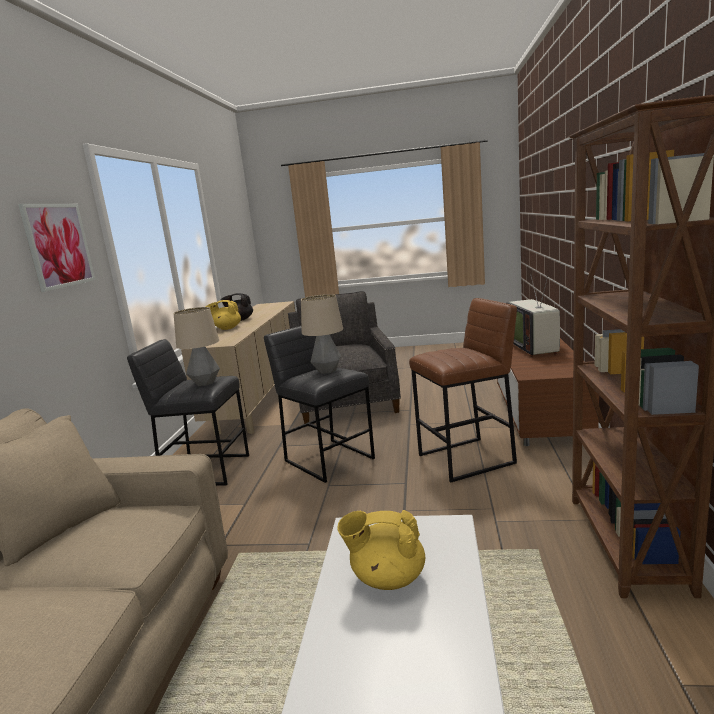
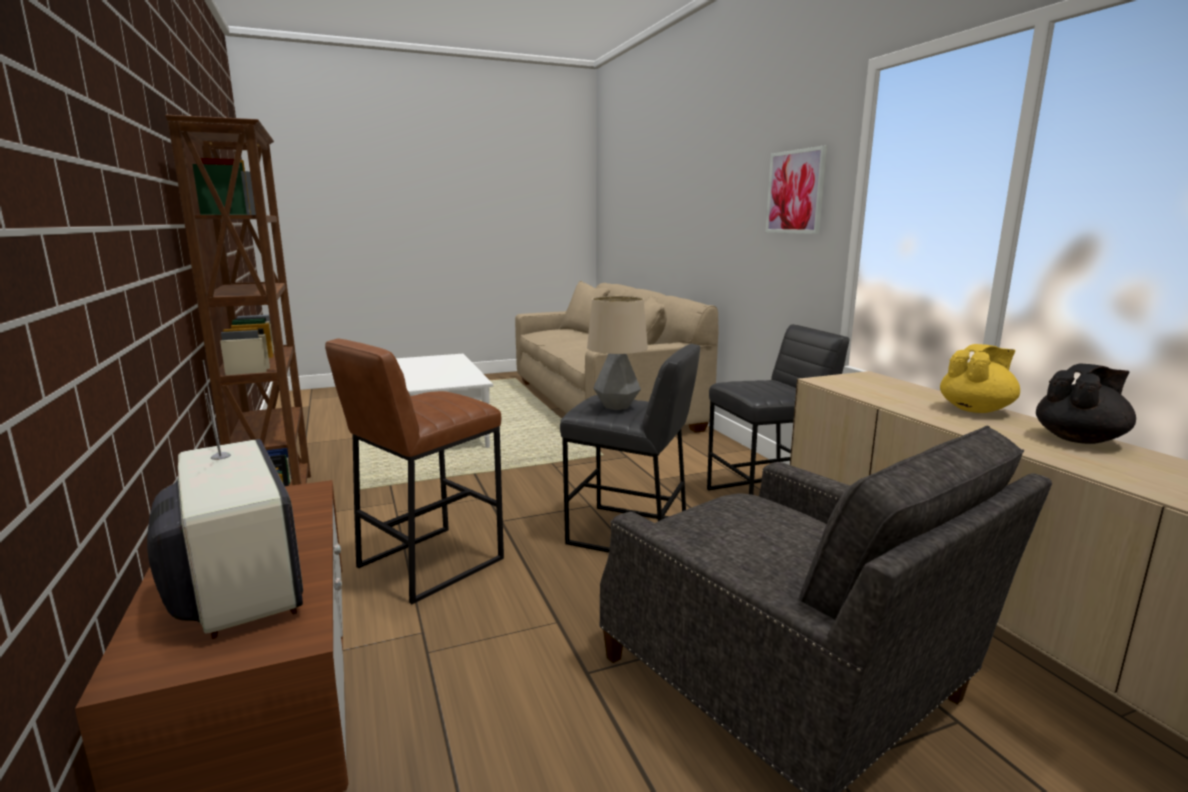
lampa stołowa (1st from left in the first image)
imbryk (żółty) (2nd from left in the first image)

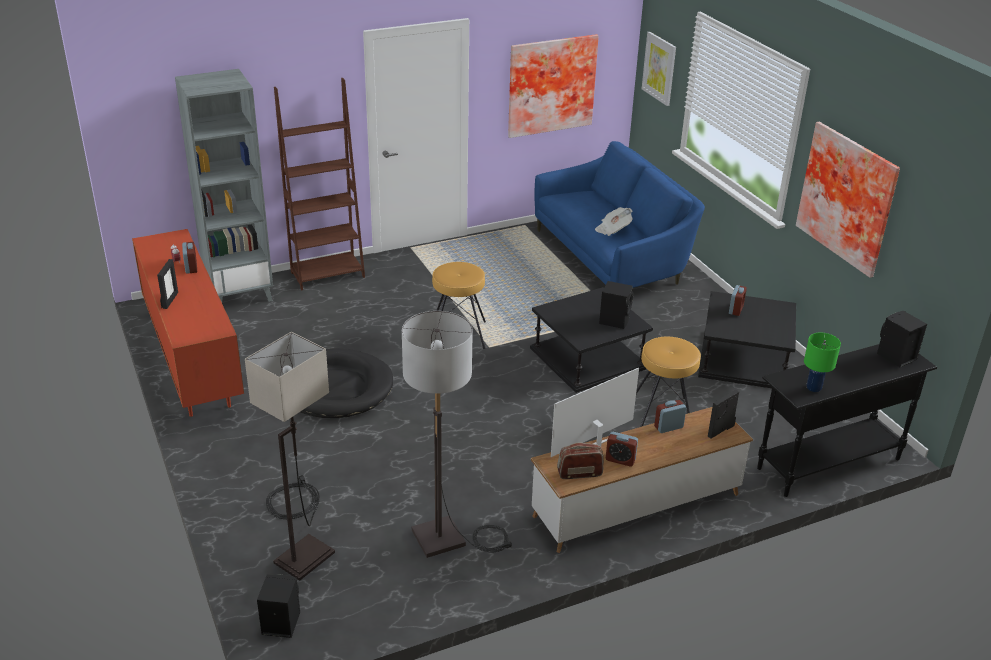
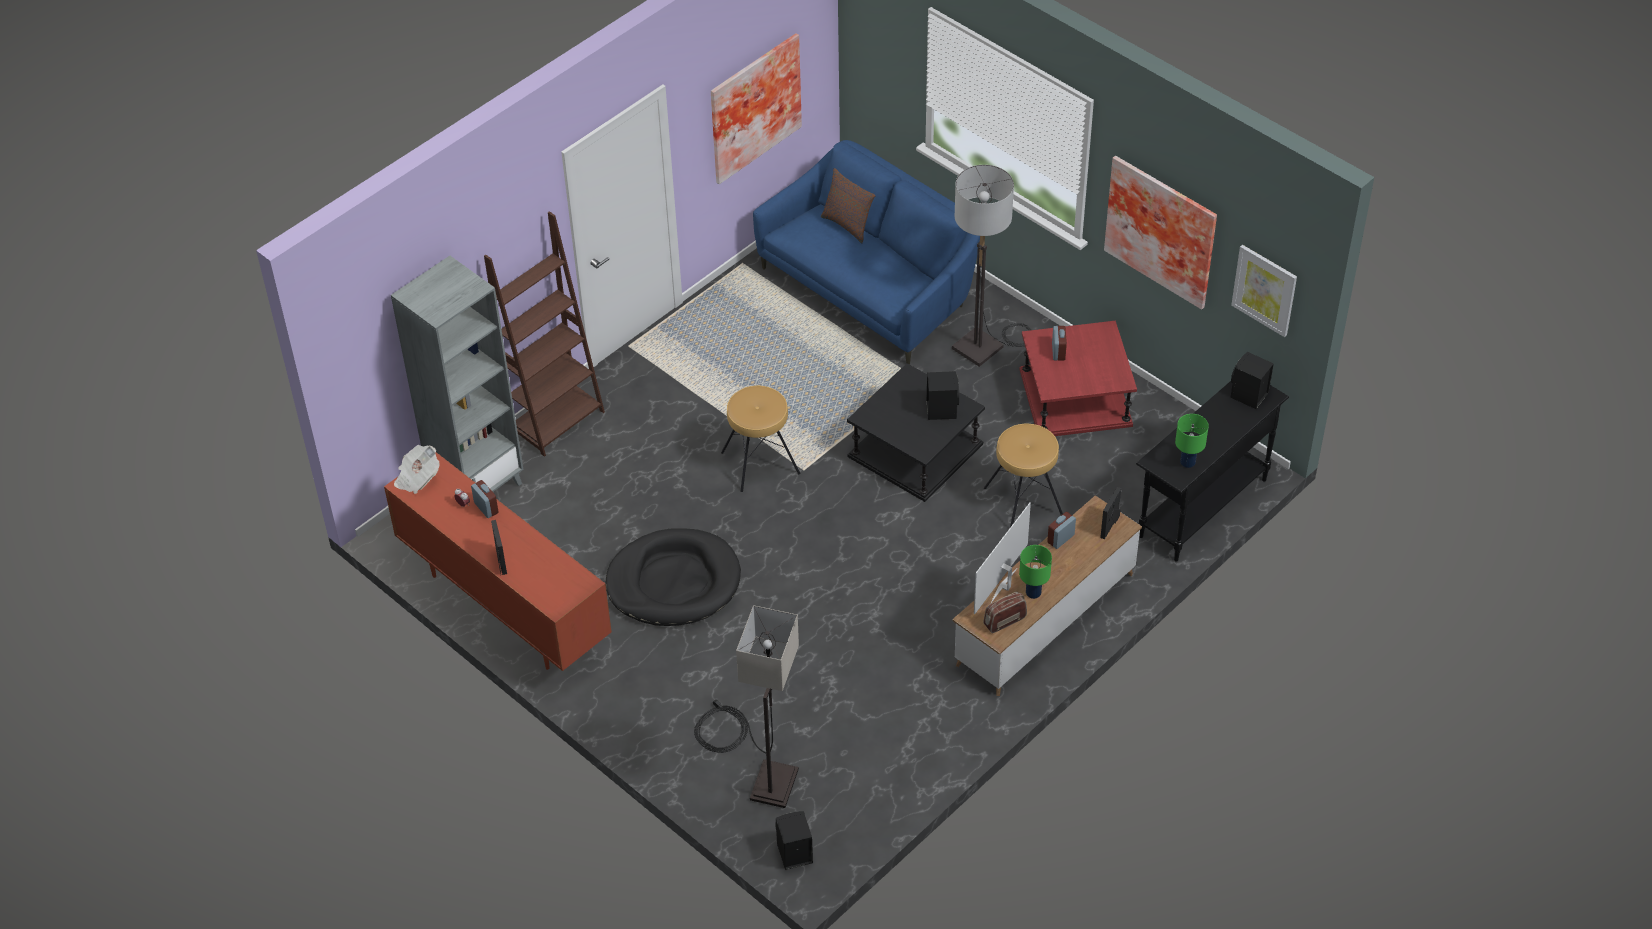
gazeta
poduszka (brązowy)
lampa stojąca (2nd from left)
lampa stołowa (zielony) (1st from left)
stolik (czerwony)
obraz (3rd from left)

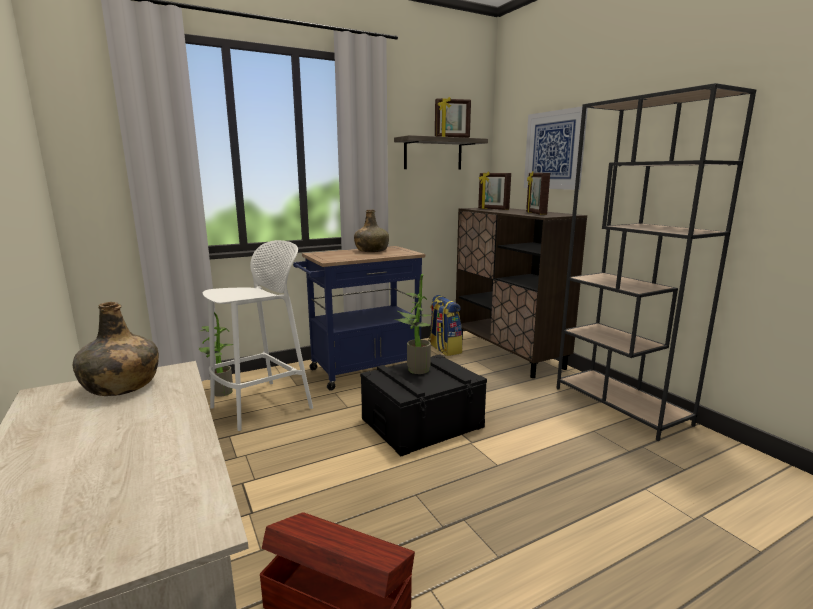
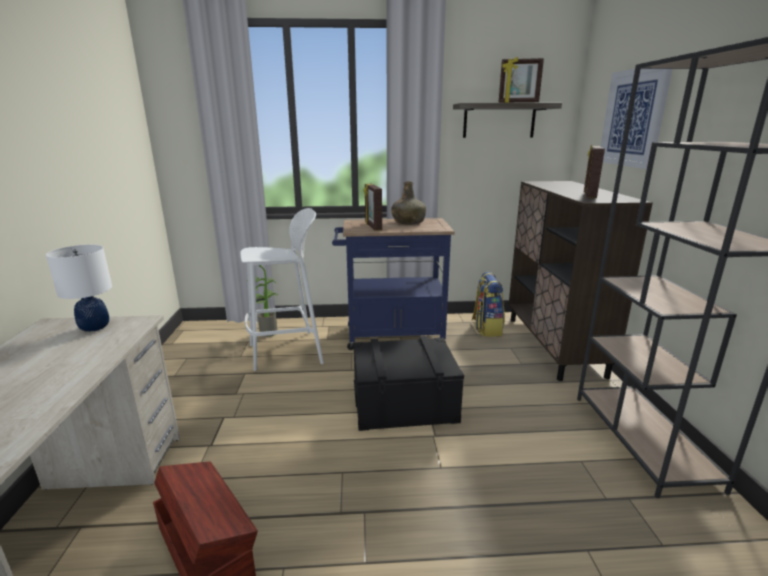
lampa stołowa (biały)
ramka na zdjęcie (1st from left)
roślina doniczkowa (2nd from left in the first image)

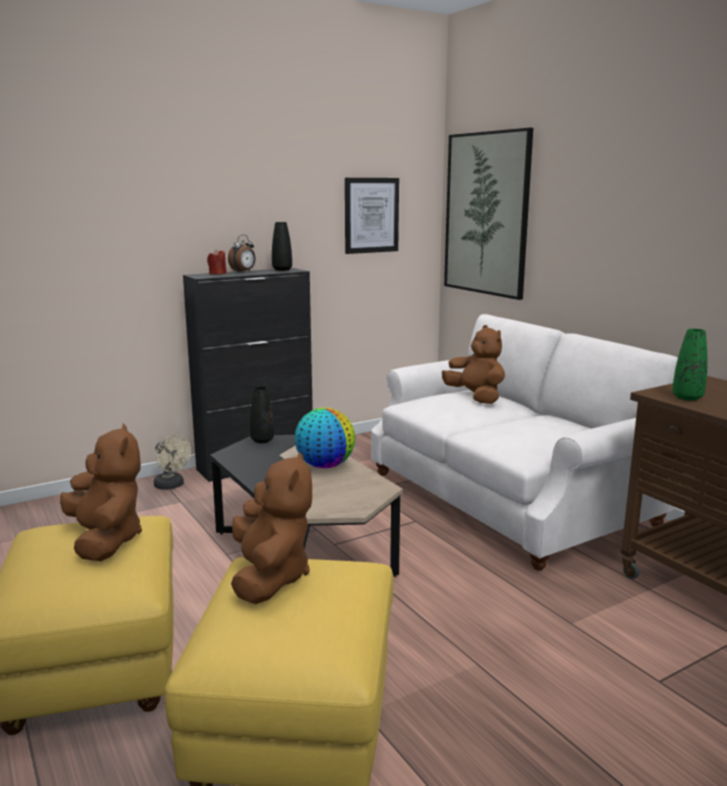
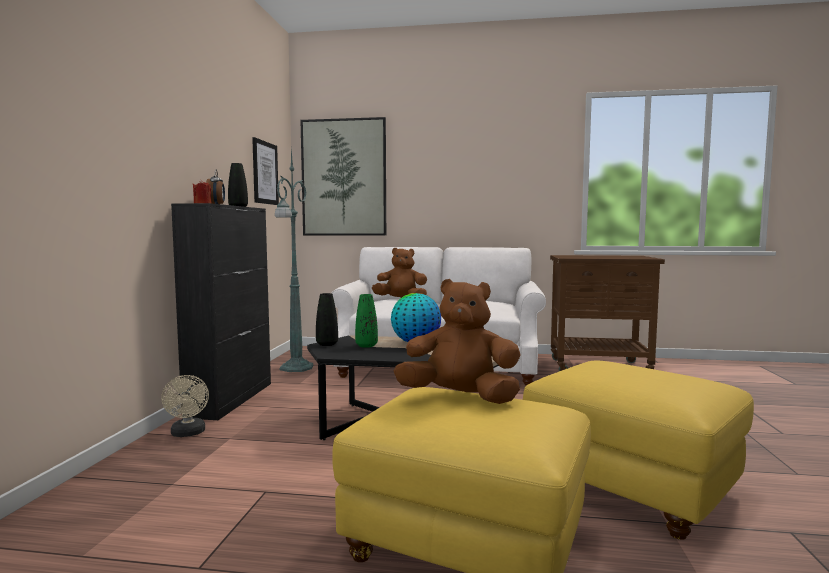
wentylator (beżowy)
lampa stojąca (zielony)
wazon (zielony)
pluszak (brązowy) (2nd from left in the first image)

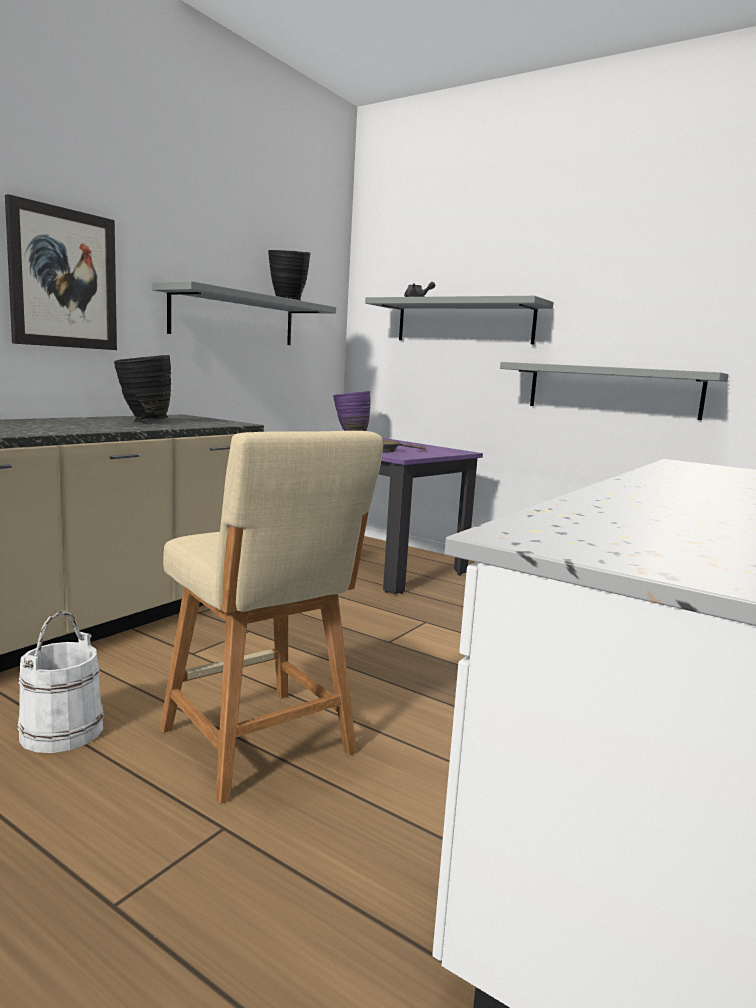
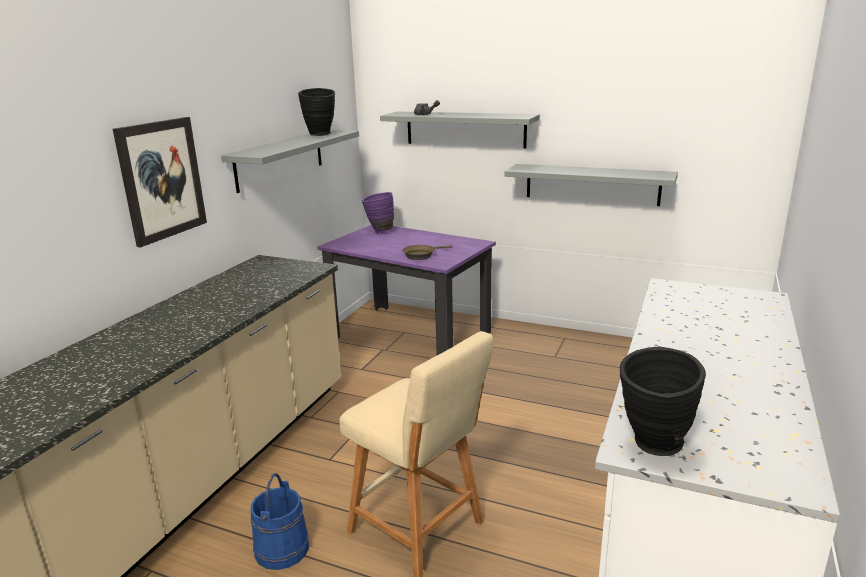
wiadro (niebieski)
wazon (czarny) (2nd from left)

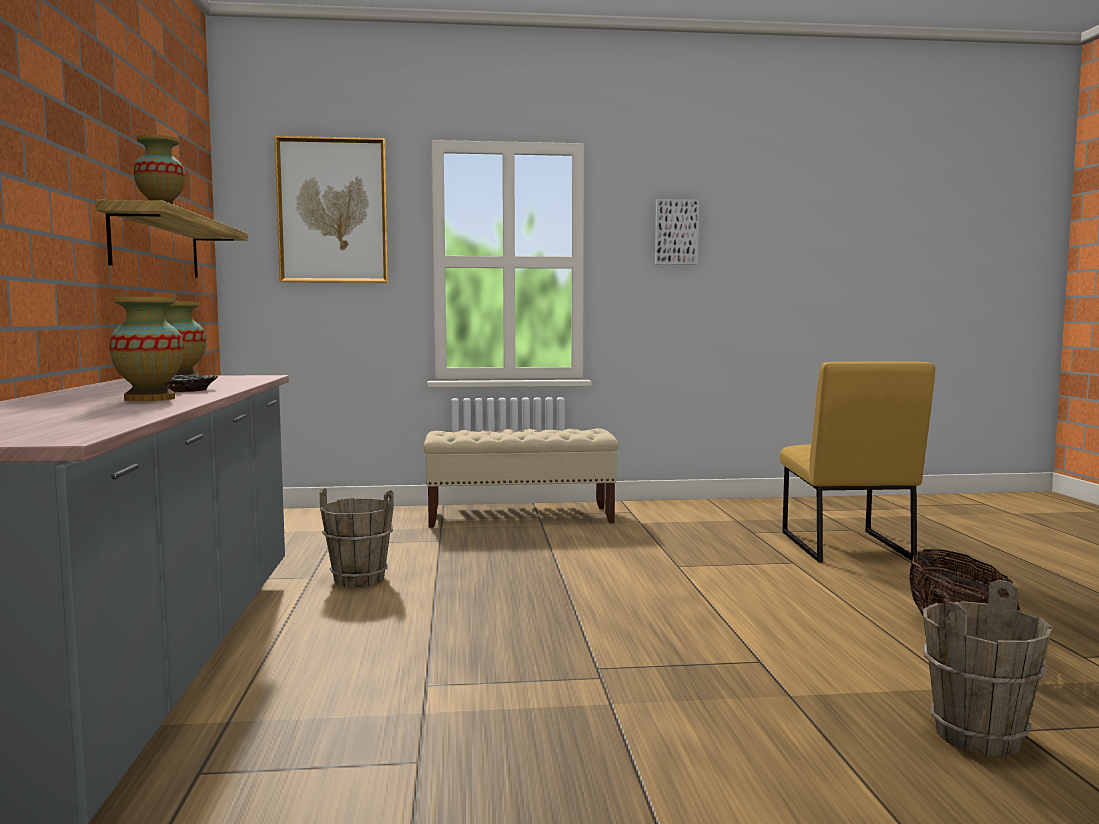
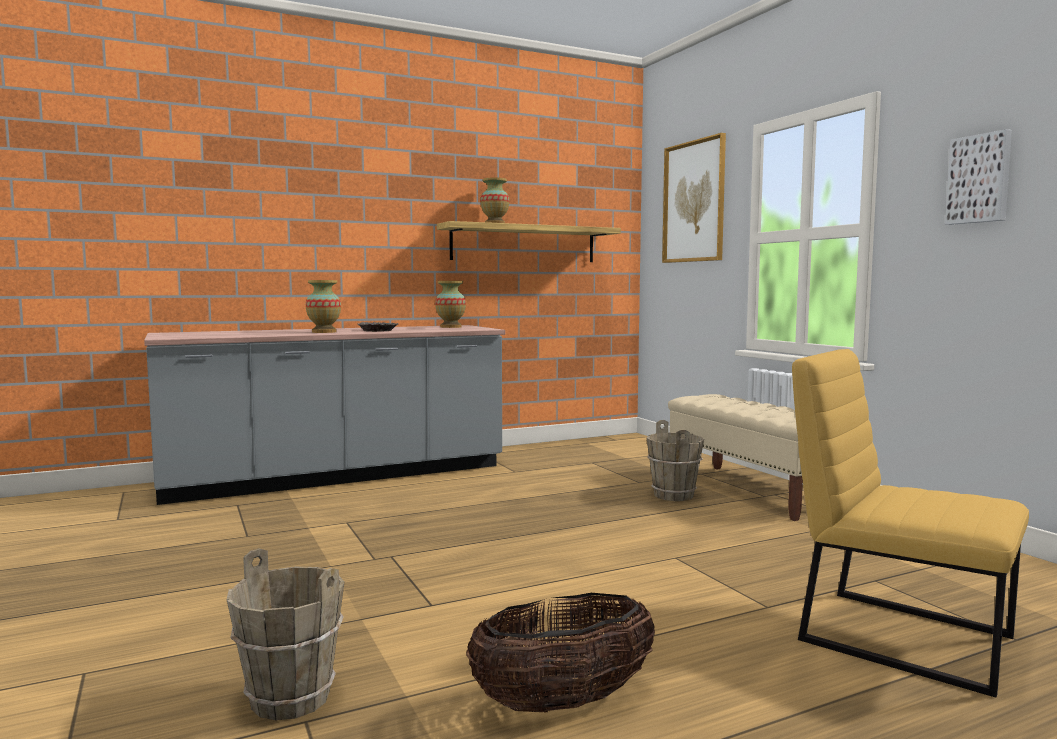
wiadro (brązowy) (2nd from left)
krzesło (żółty)

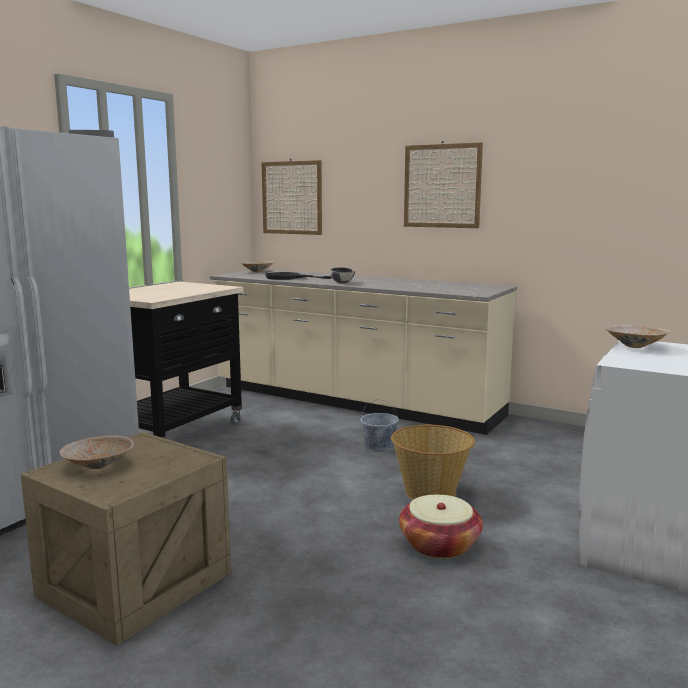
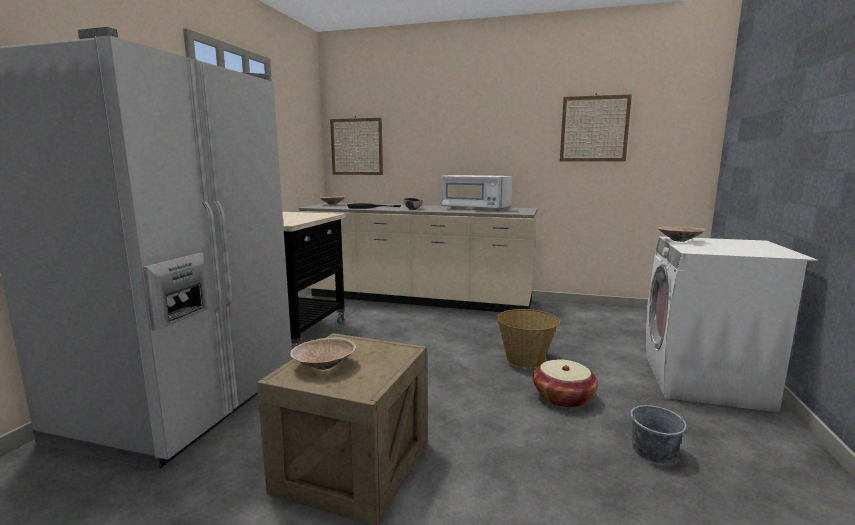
mikrofalówka (biały)
obraz (2nd from left)
wiadro (szary)

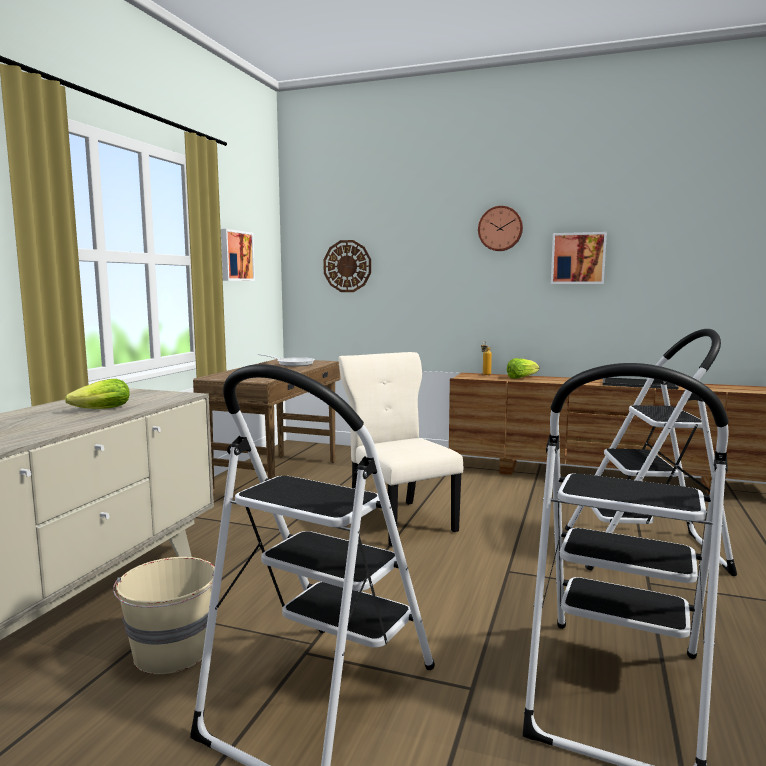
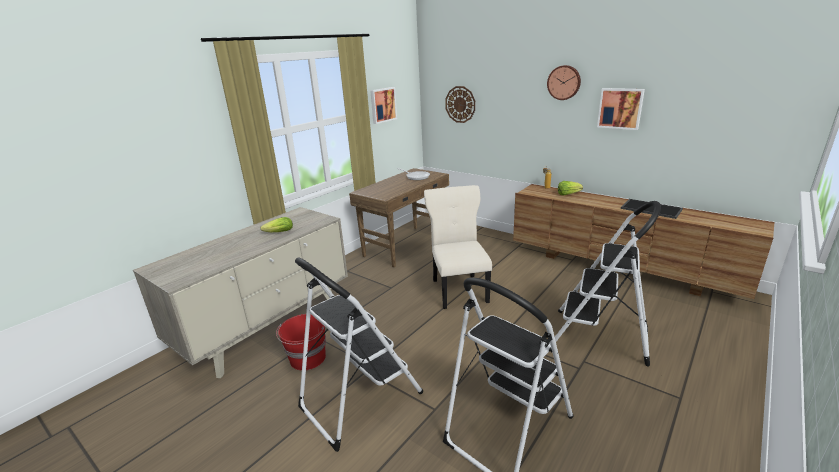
wiadro (czerwony)

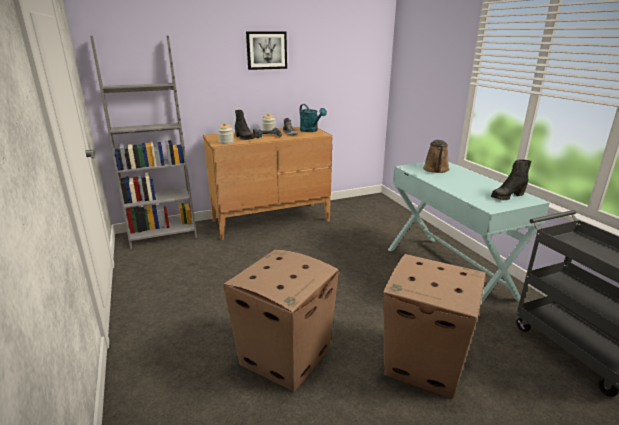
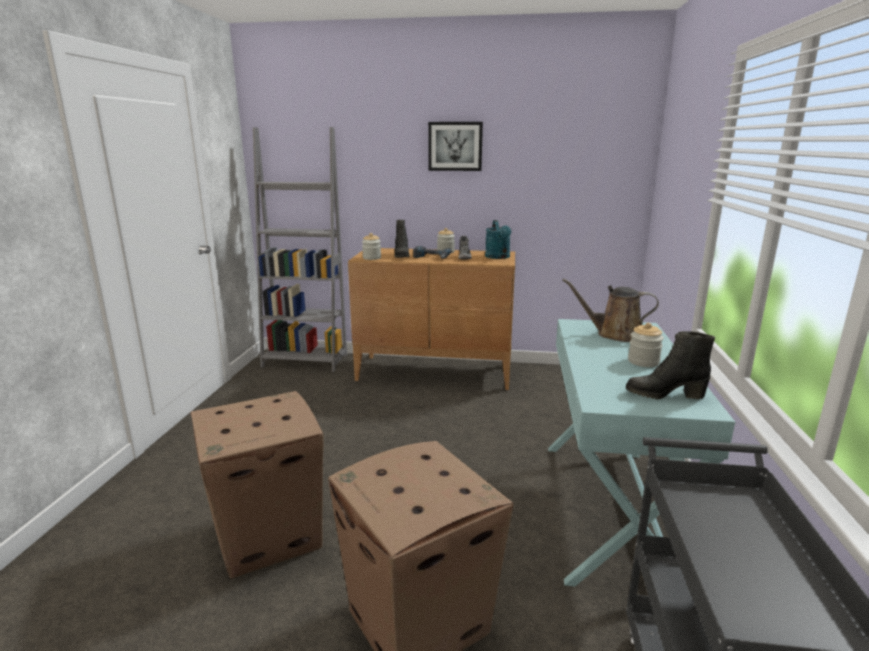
konewka (brązowy)
słoik (3rd from left)

